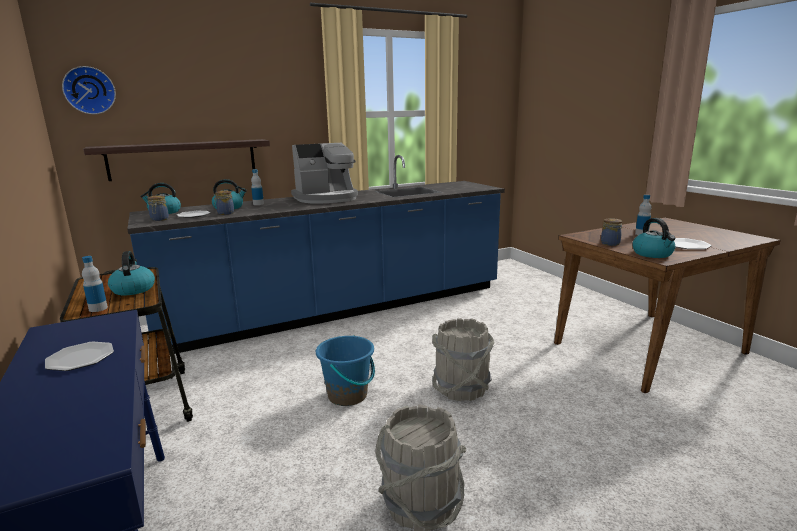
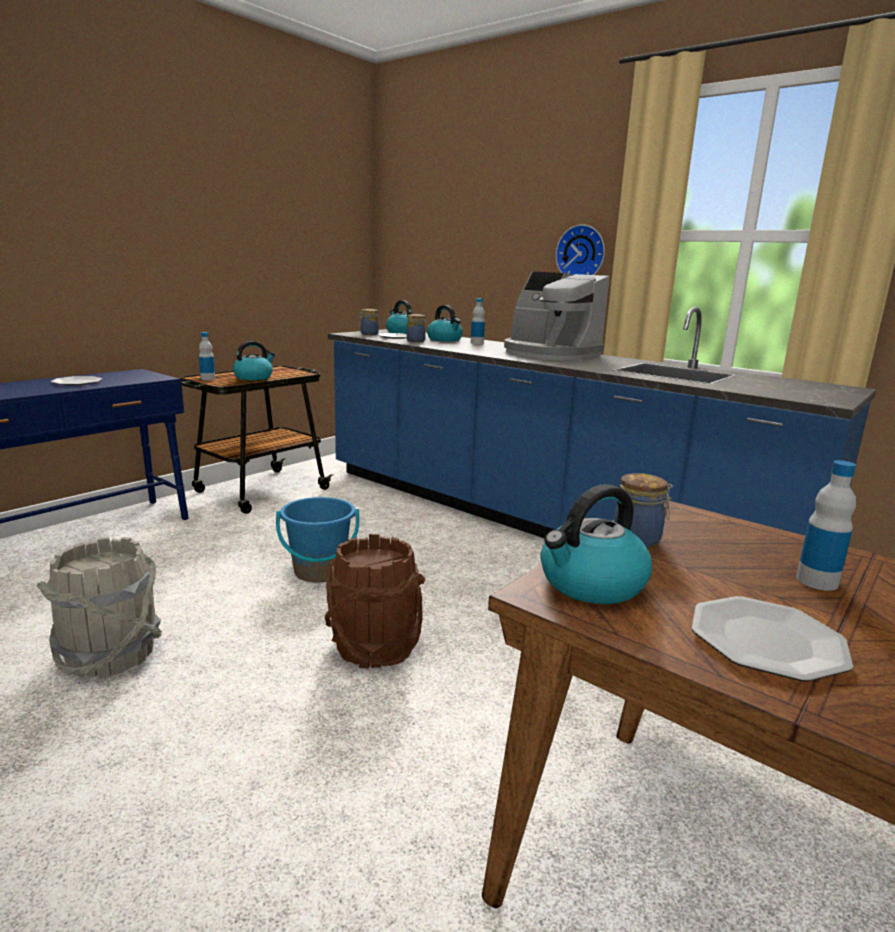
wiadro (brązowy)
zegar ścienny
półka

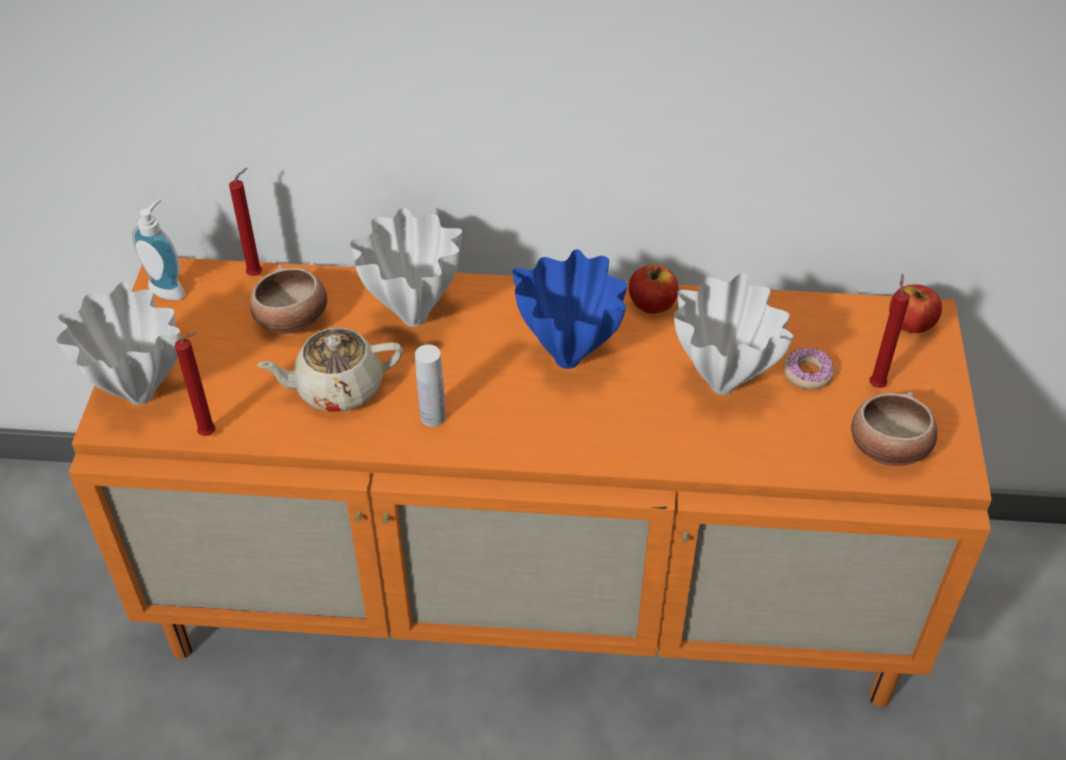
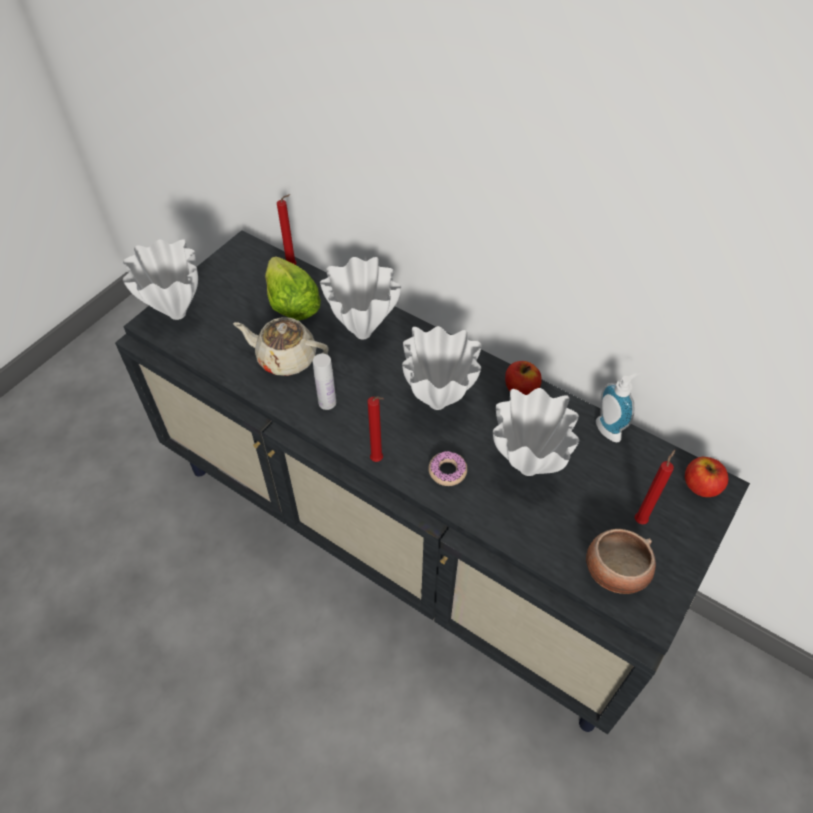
szafka (czarny)
sałata
świeca (czerwony) (2nd from left)
wazon (biały) (3rd from left)
donut
dozownik mydła

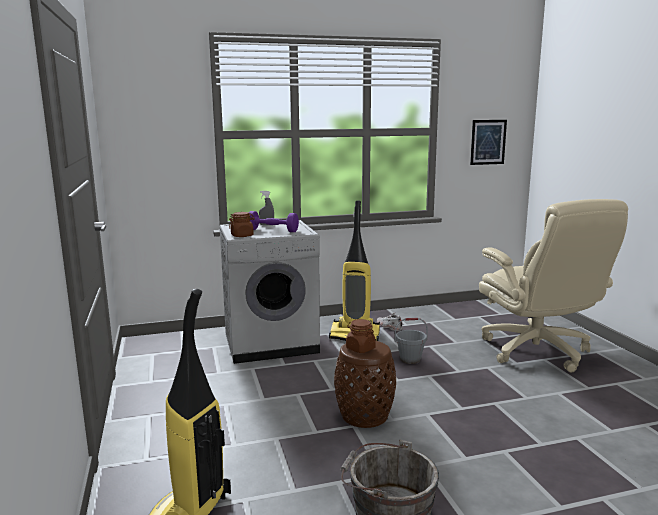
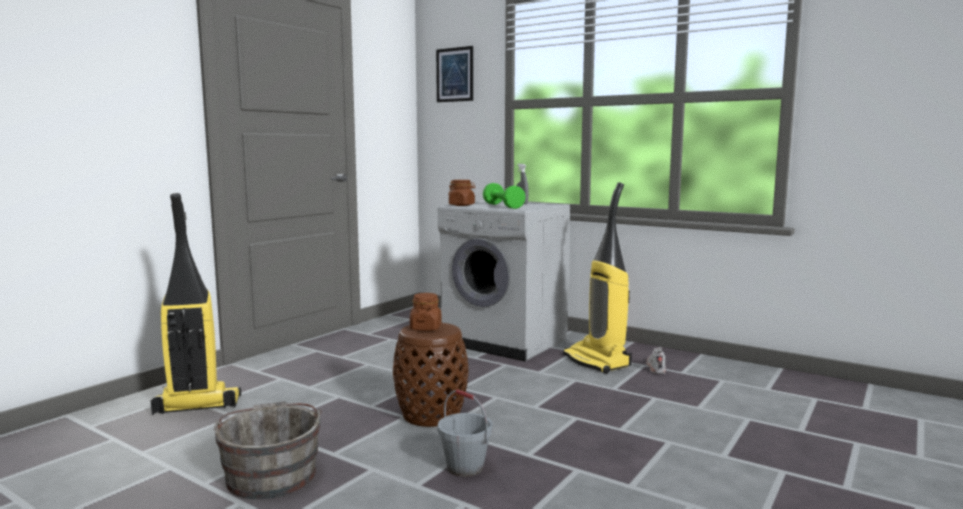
obraz
wiadro (szary) (2nd from left)
hantel (zielony)
krzesło biurowe (beżowy)

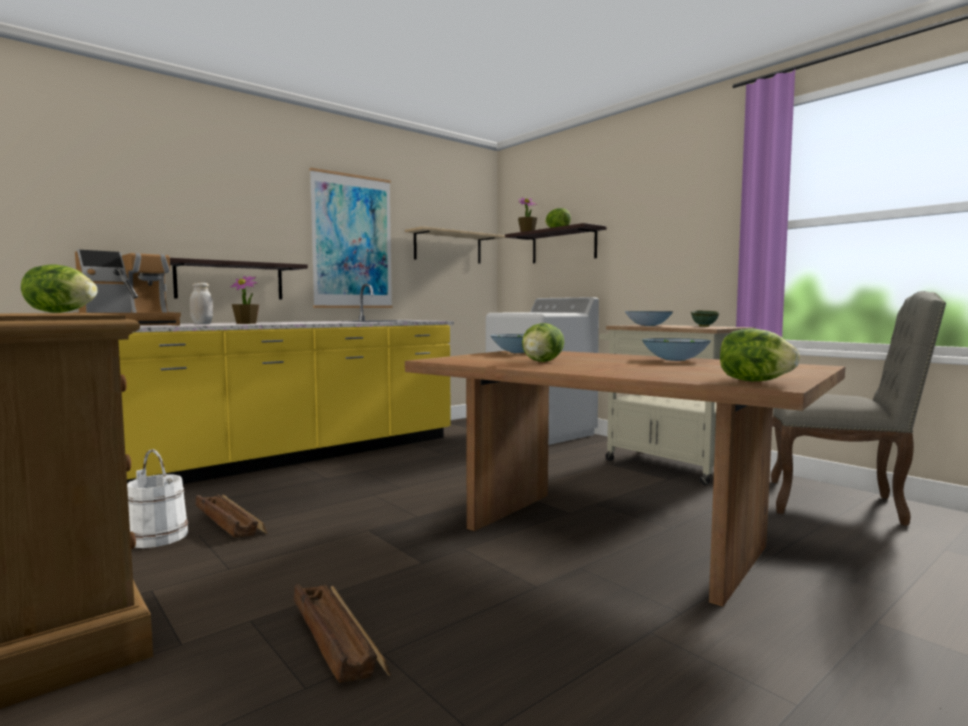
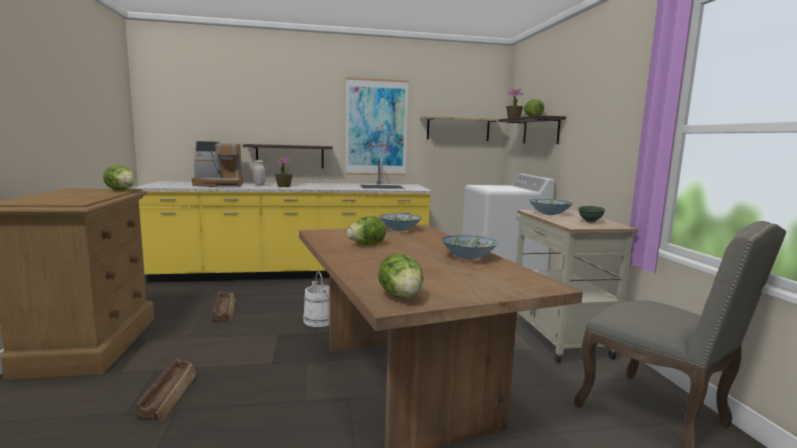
wiadro (biały)

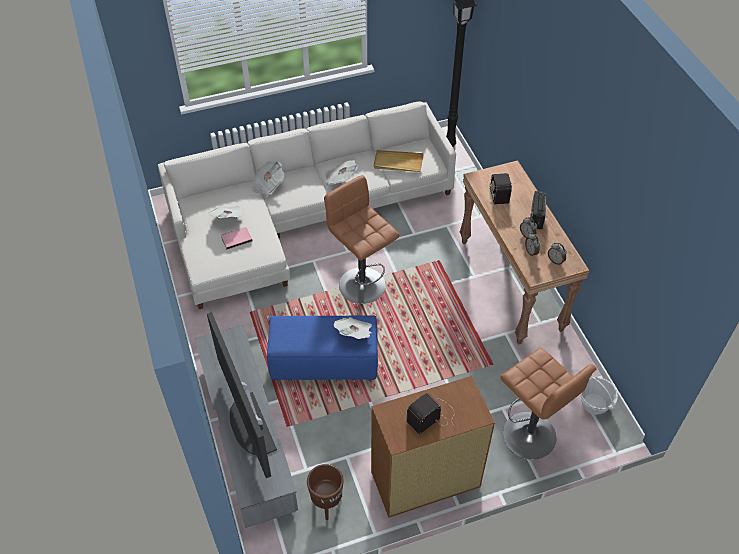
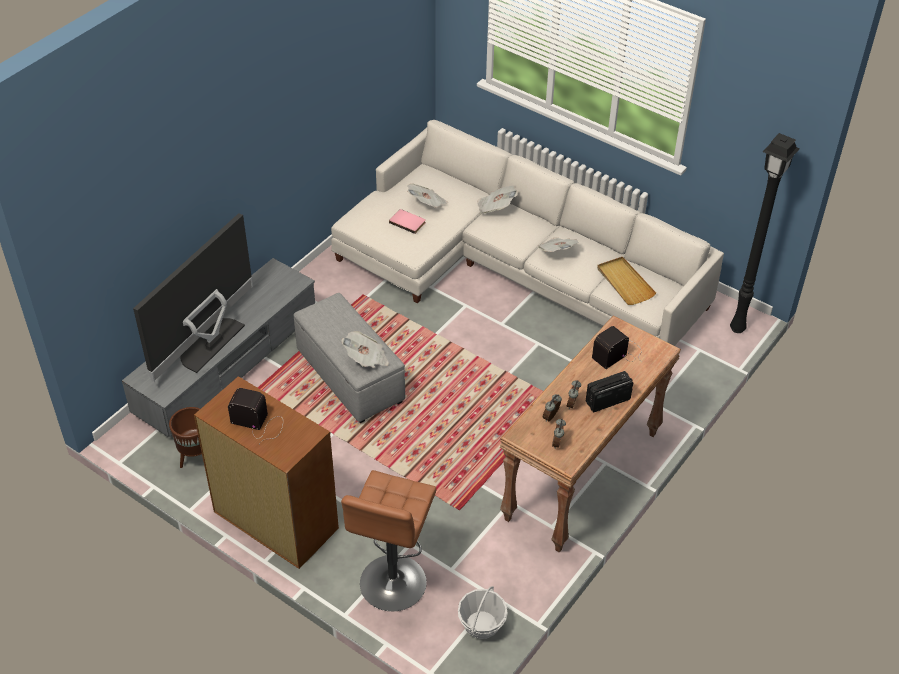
pufa (szary)
stołek (brązowy) (1st from left in the first image)

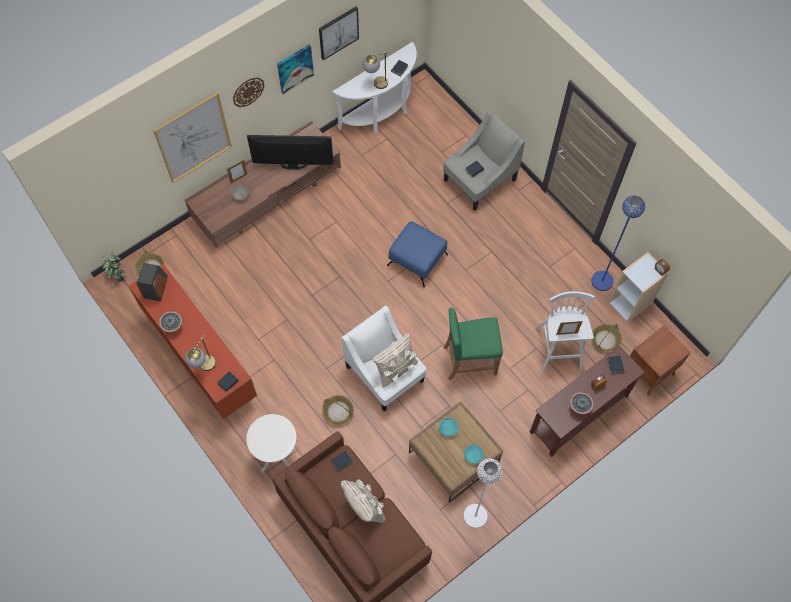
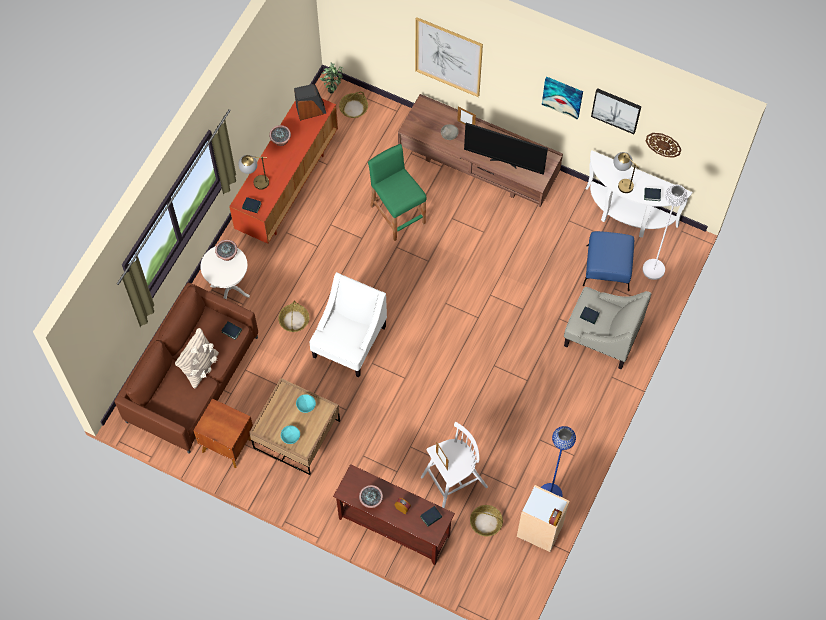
szafka nocna (brązowy)
roślina doniczkowa (1st from left)
stołek (zielony)
telewizor
pufa (niebieski)
lampa stojąca (biały)
zegar ścienny
poduszka (beżowy) (2nd from left in the first image)

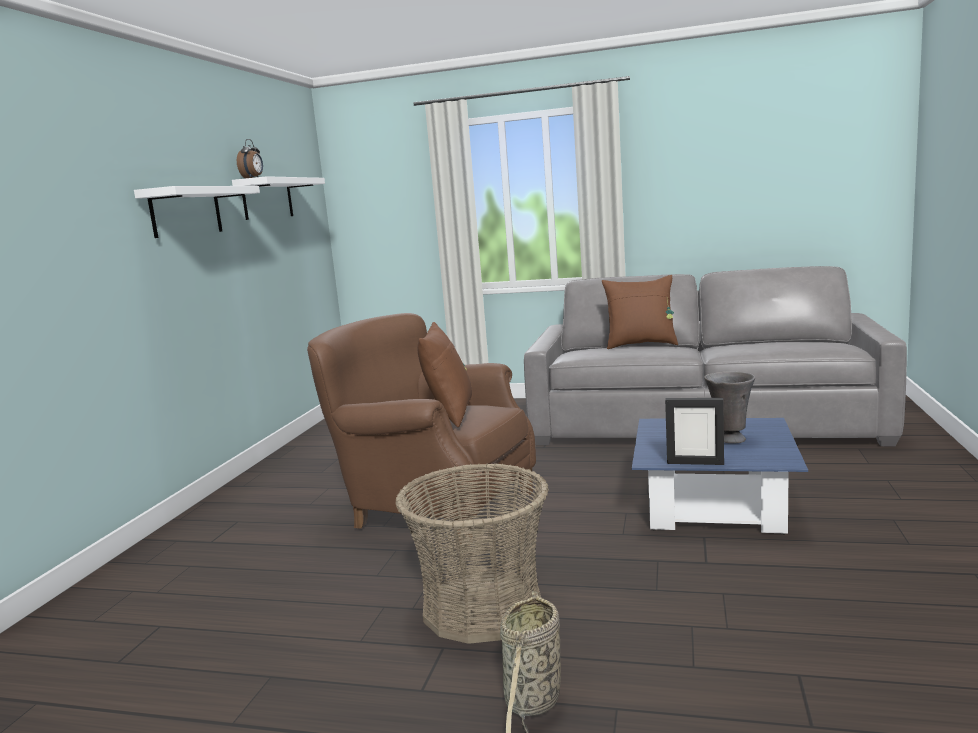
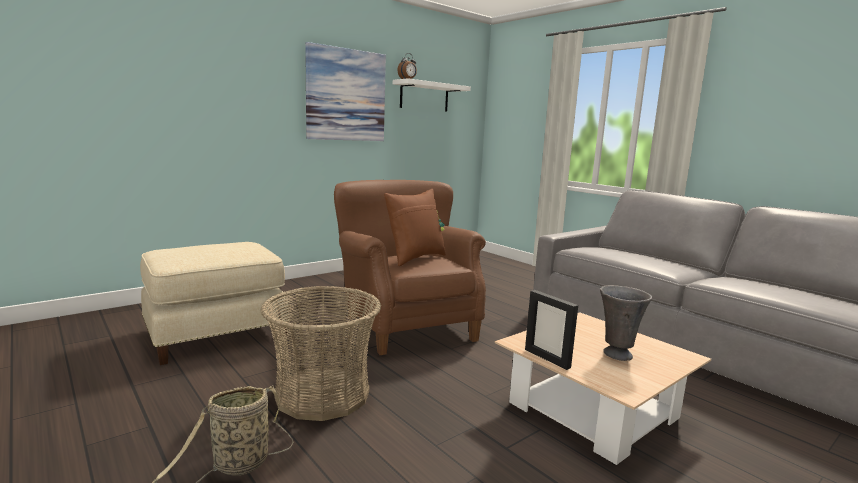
pufa (beżowy)
obraz
ława (beżowy)
poduszka (brązowy) (2nd from left in the first image)

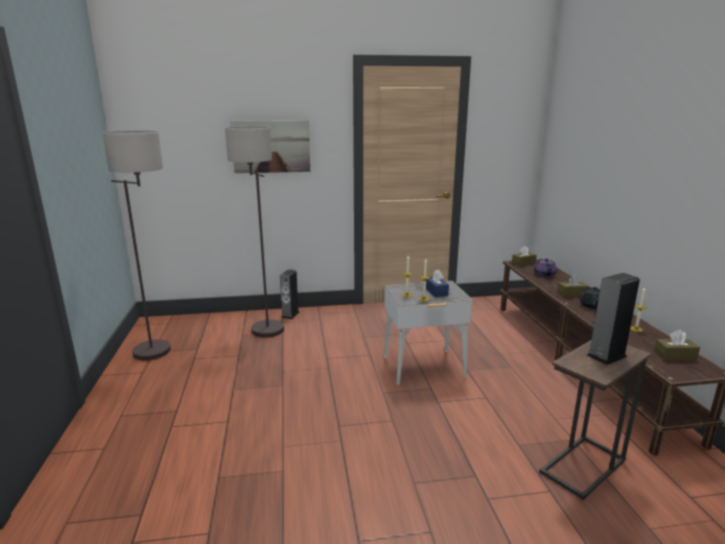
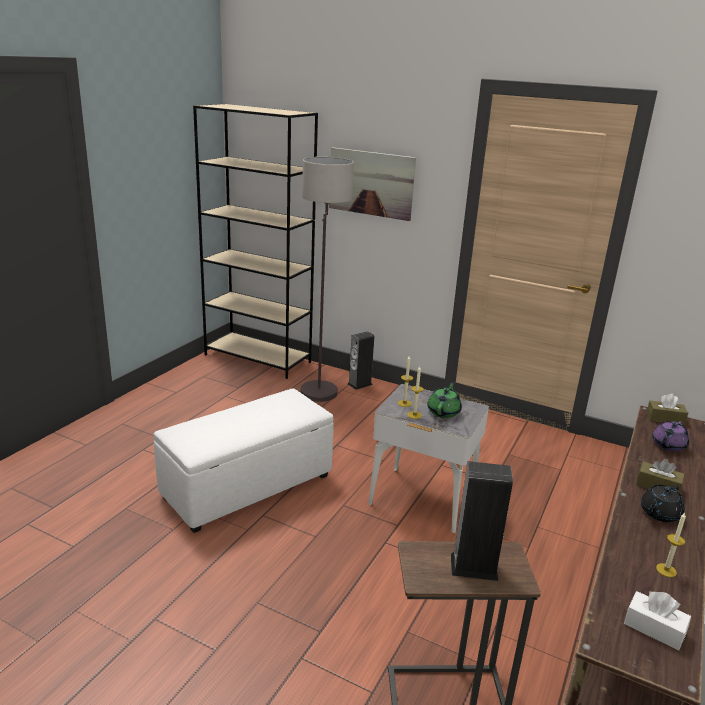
pufa (biały)
regał (beżowy)
imbryk (zielony)
pudełko chusteczek (biały)
lampa stojąca (szary) (1st from left in the first image)

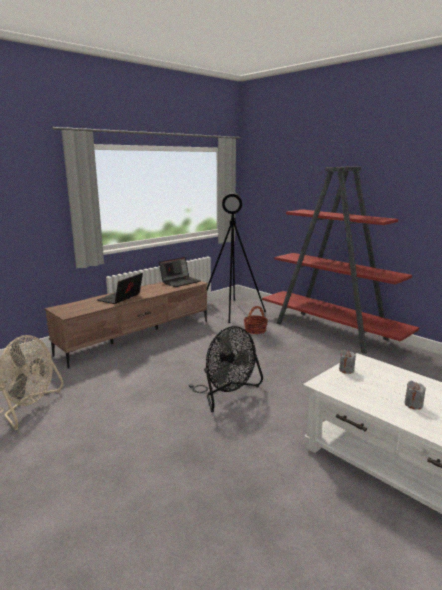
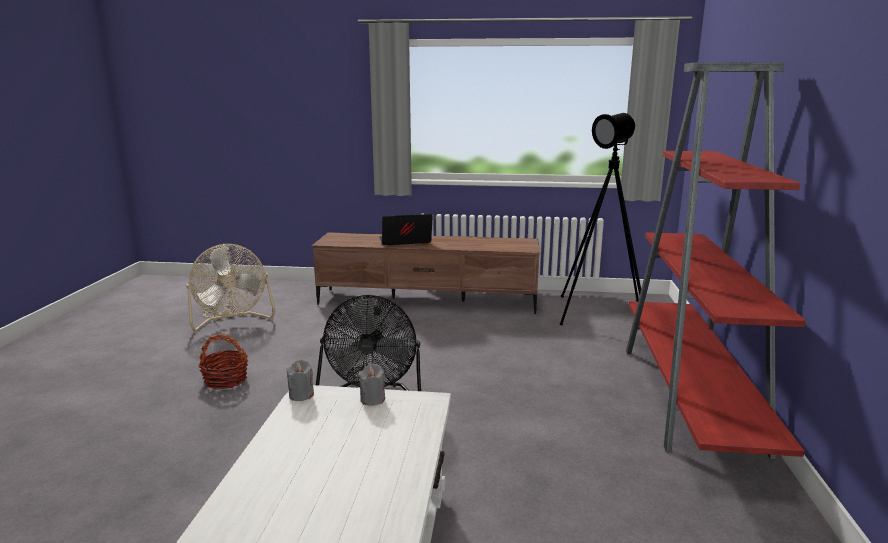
koszyk
świeca (szary) (1st from left)
laptop (2nd from left in the first image)

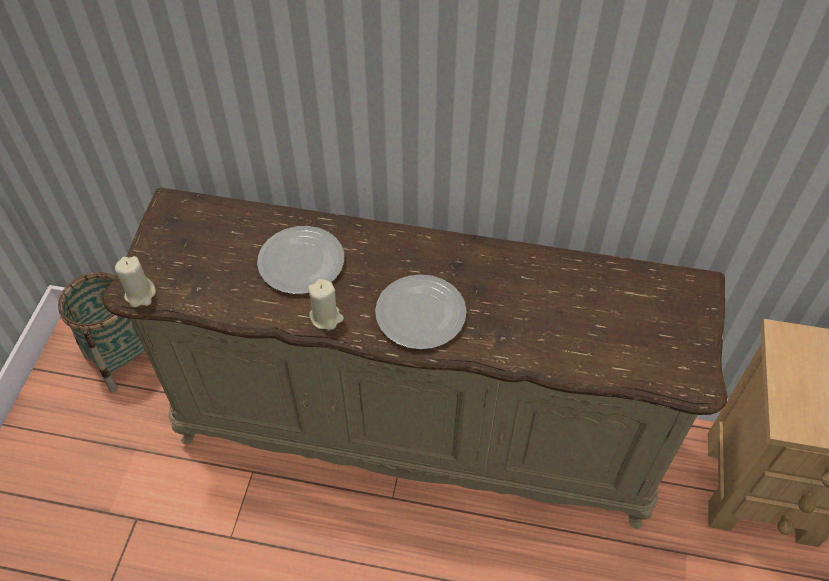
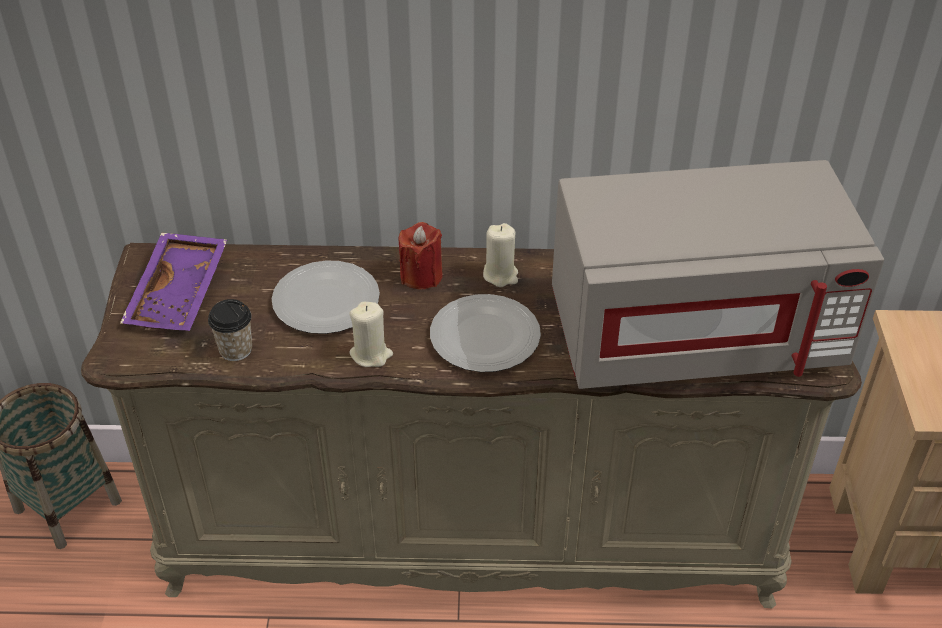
taca (fioletowy)
filiżanka
świeca (czerwony)
świeca (beżowy) (2nd from left)
mikrofalówka (szary)

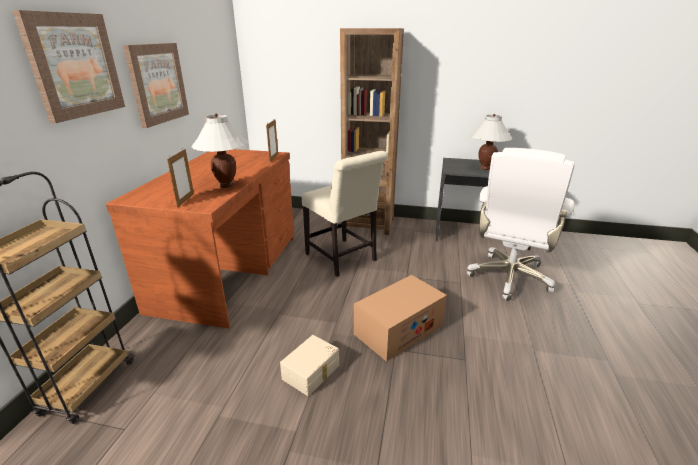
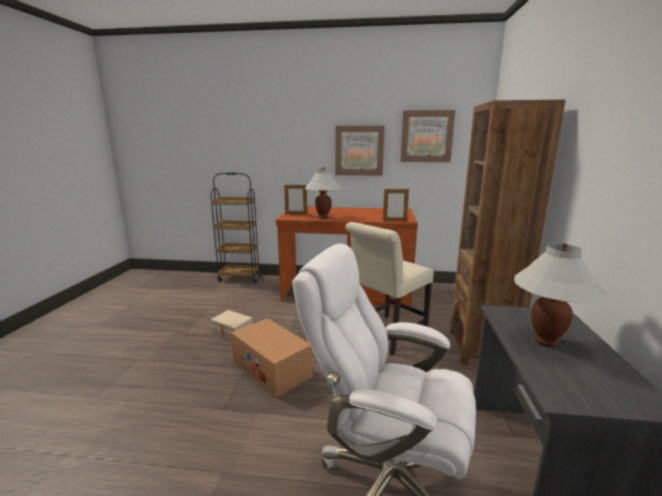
obraz (2nd from left)

